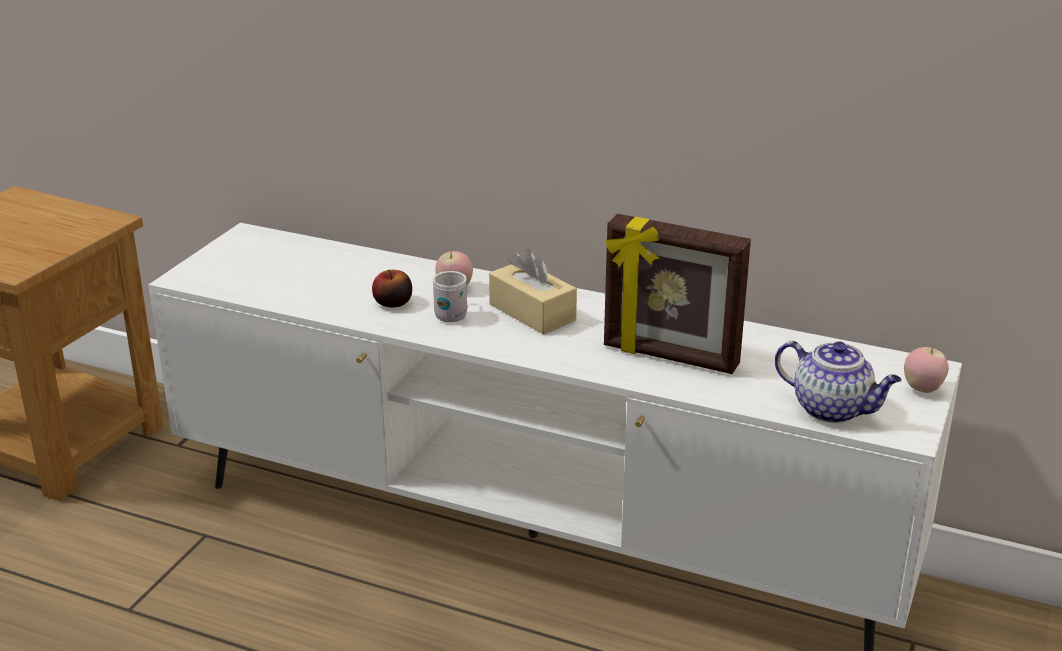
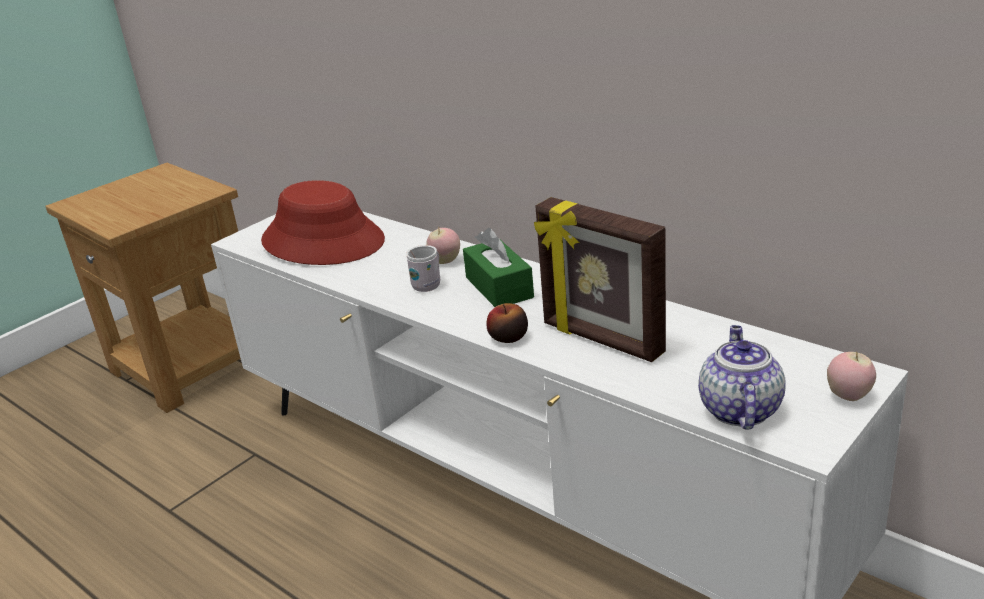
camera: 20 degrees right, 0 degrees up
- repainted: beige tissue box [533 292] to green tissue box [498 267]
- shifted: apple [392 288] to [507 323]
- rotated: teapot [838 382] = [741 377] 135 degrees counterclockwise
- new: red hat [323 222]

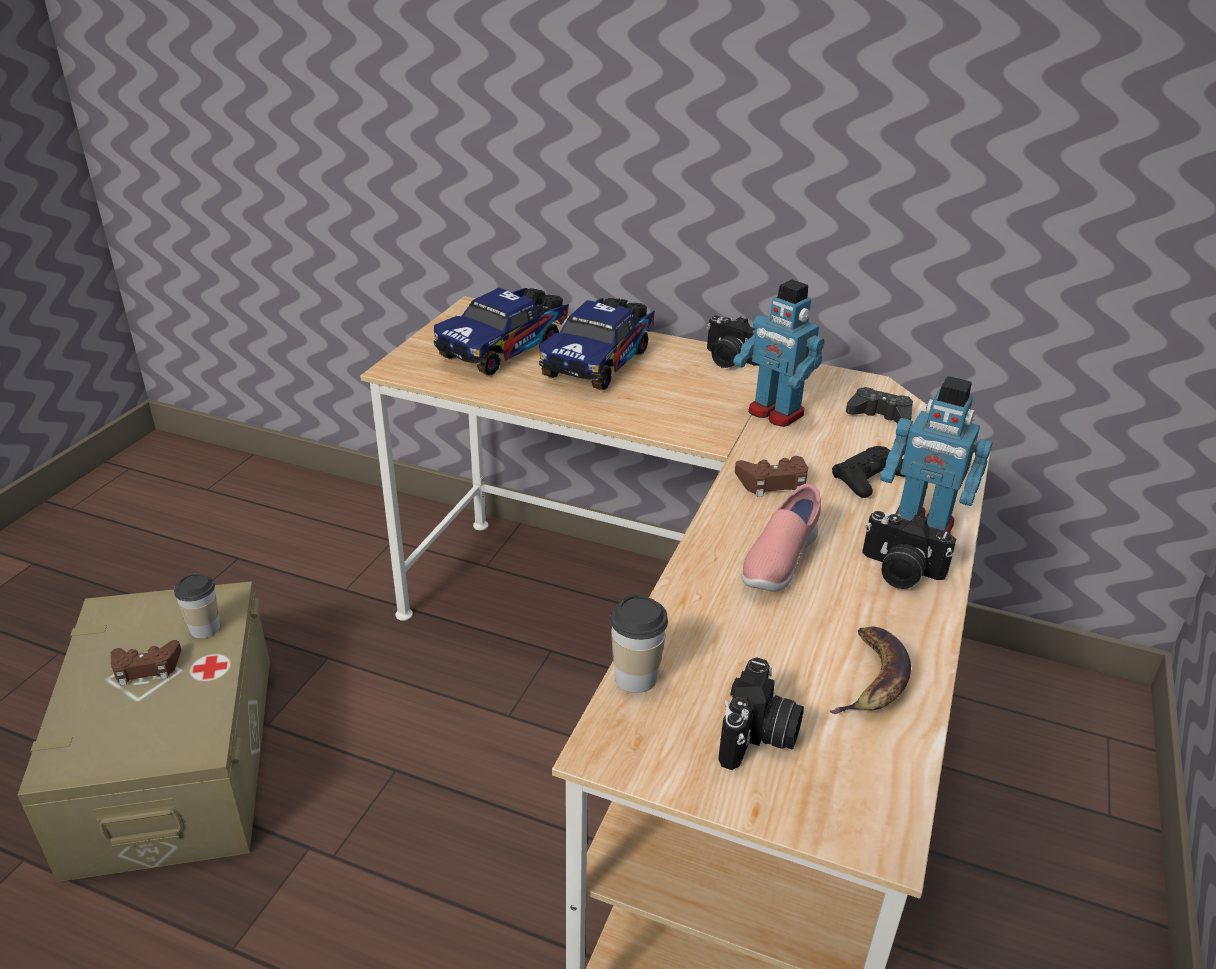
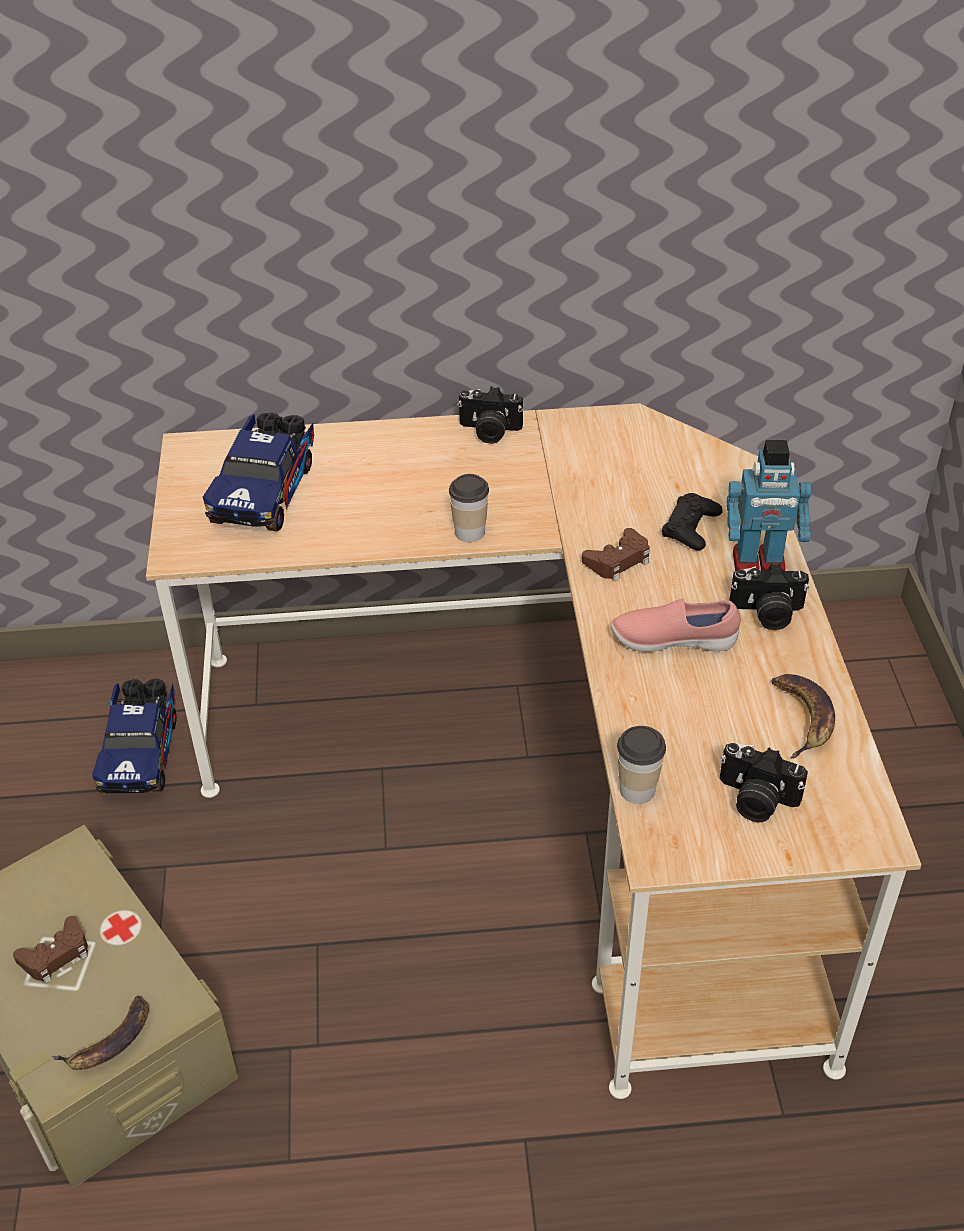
camera: 25 degrees left, 10 degrees up
- gone: toy robot [779 353]
- shifted: toy truck [597 344] to [134 735]
- gone: black game controller [879 405]
- rotated: pink shoe [781 538] = [676 625] 90 degrees clockwise
- shifted: cup [197 606] to [469 508]
- rotated: photo camera [761 713] = [763 782] 120 degrees clockwise
- new: banana [100 1033]

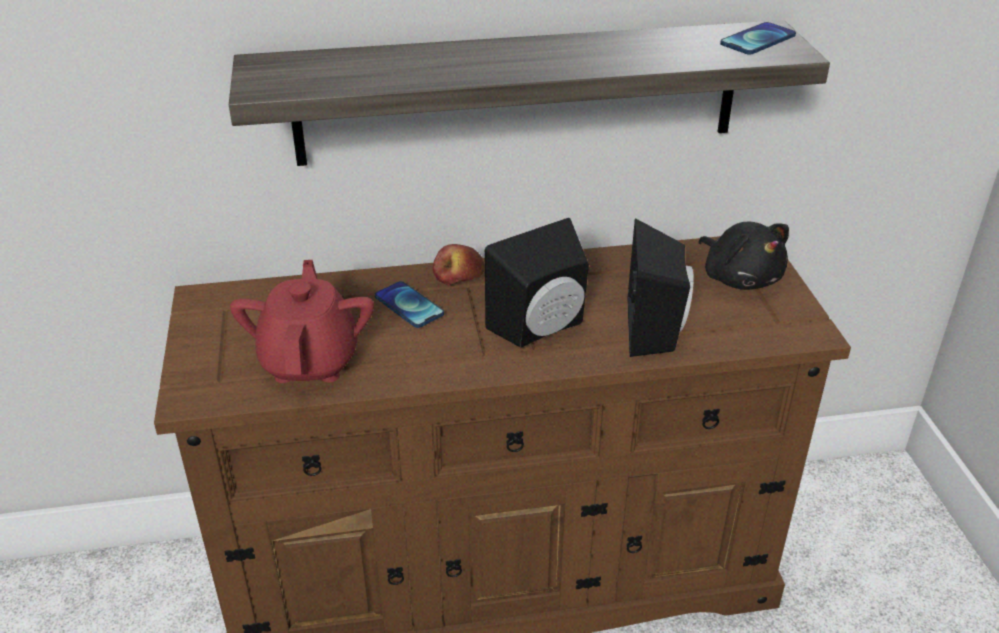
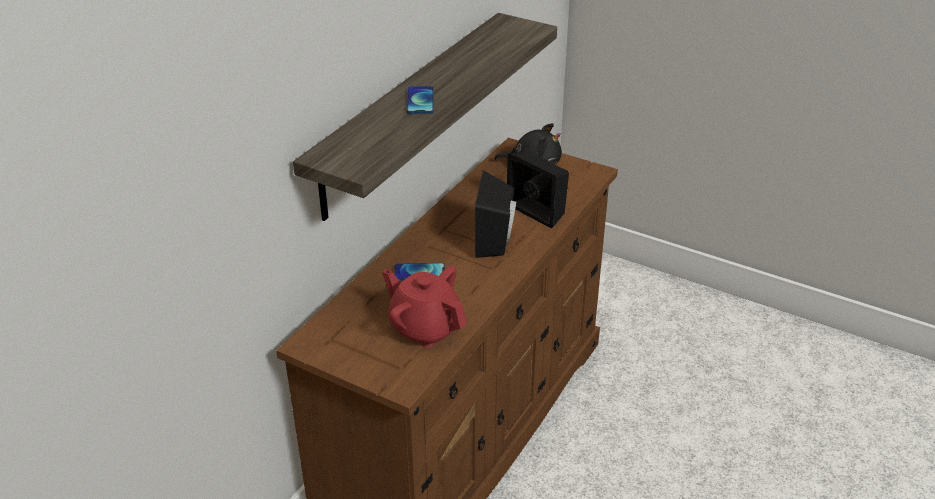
camera: 50 degrees left, 0 degrees up
- shifted: phone [758 38] to [420 100]
- gone: apple [458 264]

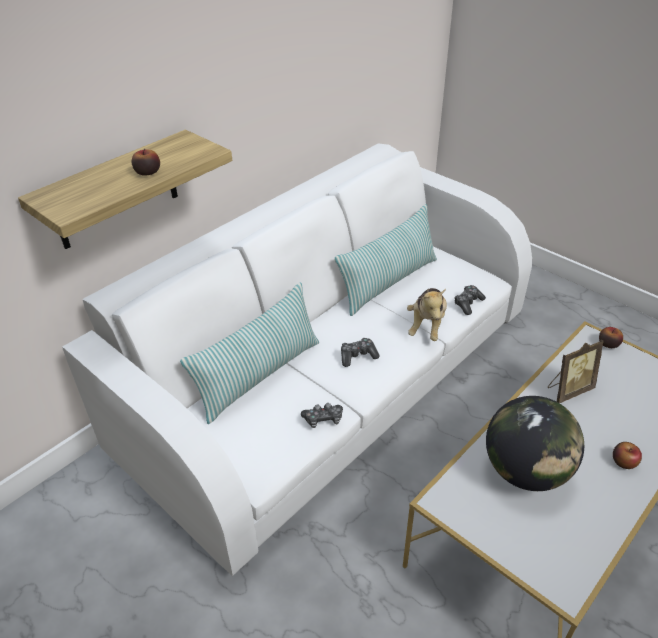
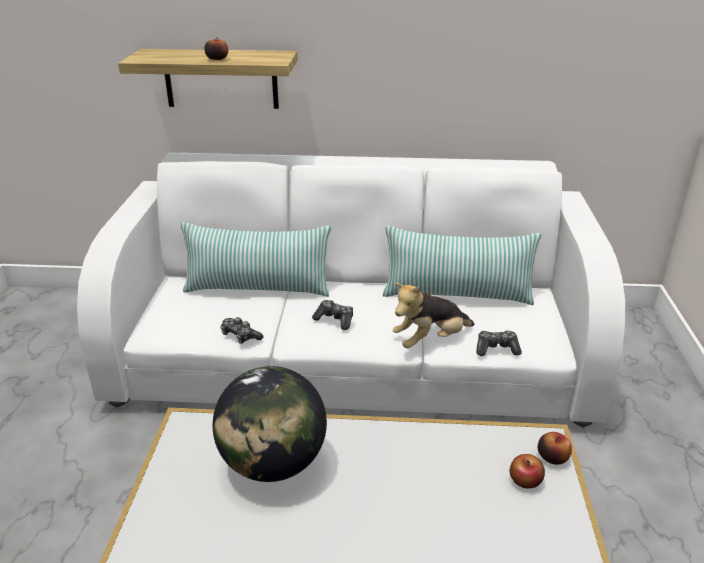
camera: 50 degrees right, 10 degrees down
- gone: picture frame [575 371]
- shifted: apple [627 455] to [527 471]

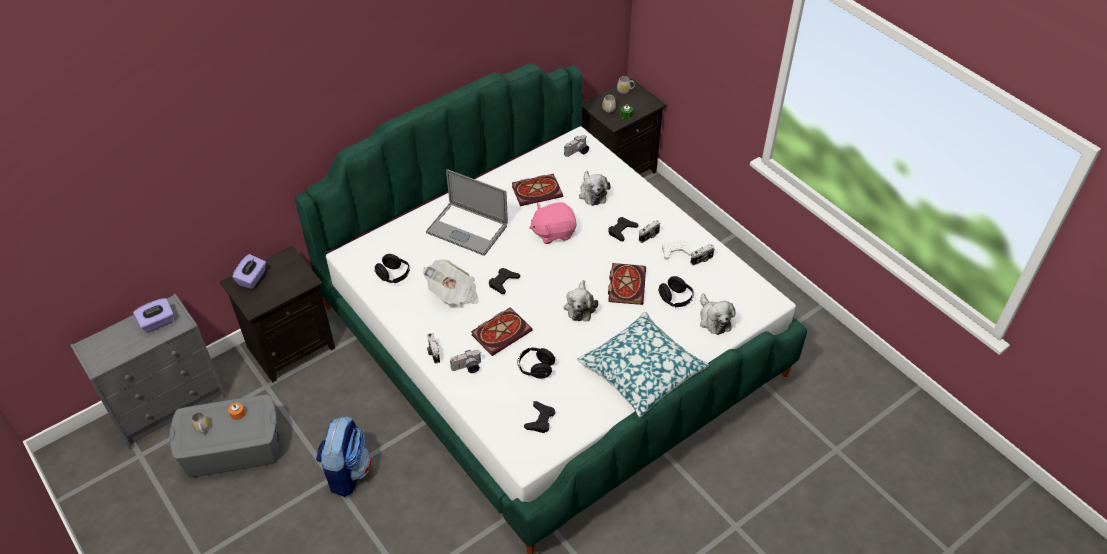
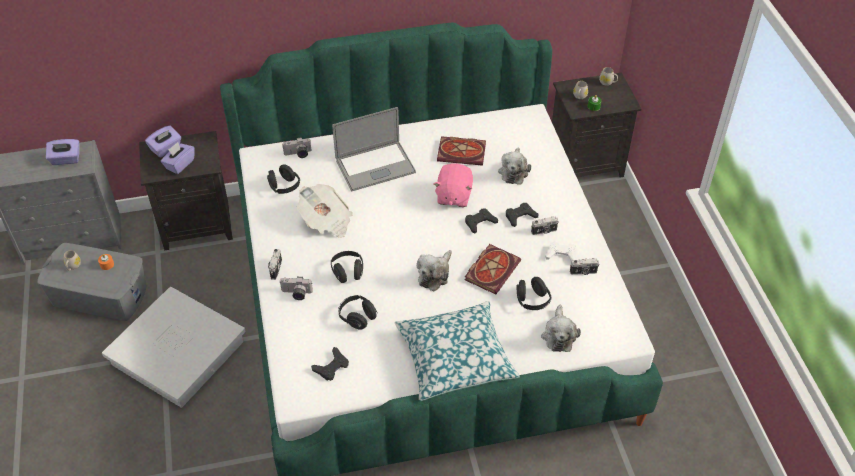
camera: 25 degrees right, 0 degrees up
- shifted: photo camera [576 146] to [296 147]
- rotated: laptop [467 212] = [374 149] 75 degrees counterclockwise
- rotated: pink plush toy [552 223] = [453 185] 90 degrees counterclockwise
- shifted: black game controller [504 281] to [481 220]
- swapped: book [502 331] to black headphones [347 267]
- swapped: backpack [343 456] to white storage box [174 347]
- new: purple tissue box [178 158]

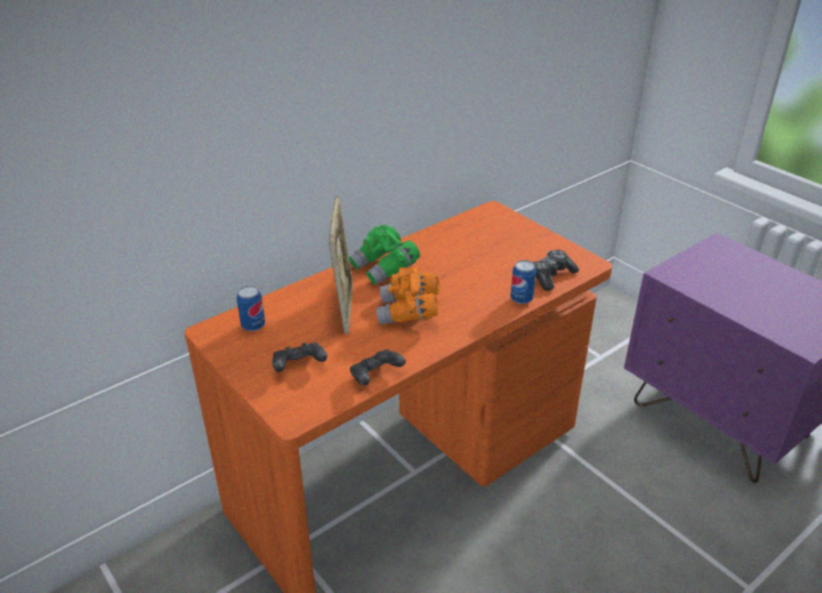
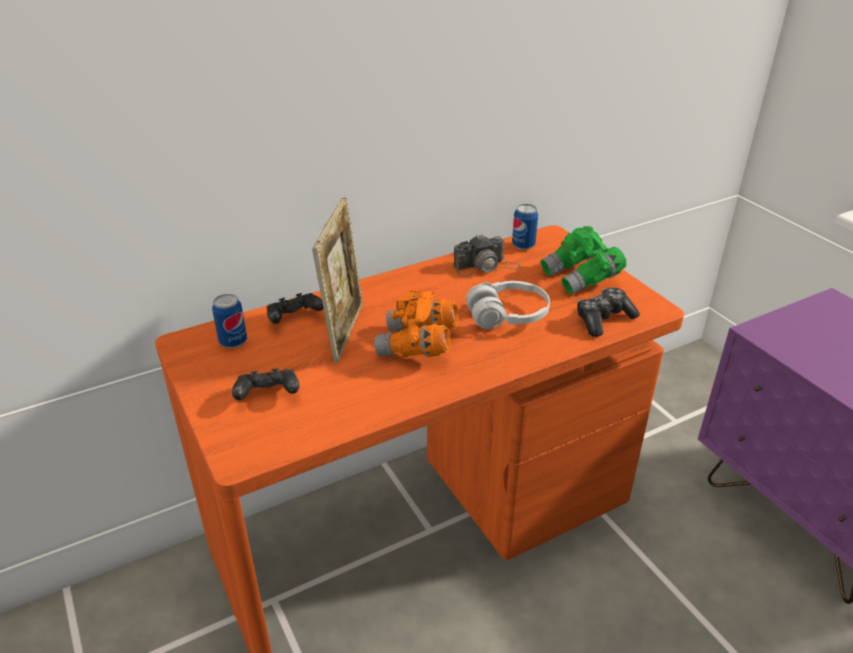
camera: 10 degrees right, 0 degrees up
- shifted: green binoculars [384 255] to [583 260]
- shifted: can [523 282] to [525 227]
- shifted: black game controller [378 367] to [295 308]
- new: photo camera [487 255]
- new: white headphones [508 305]

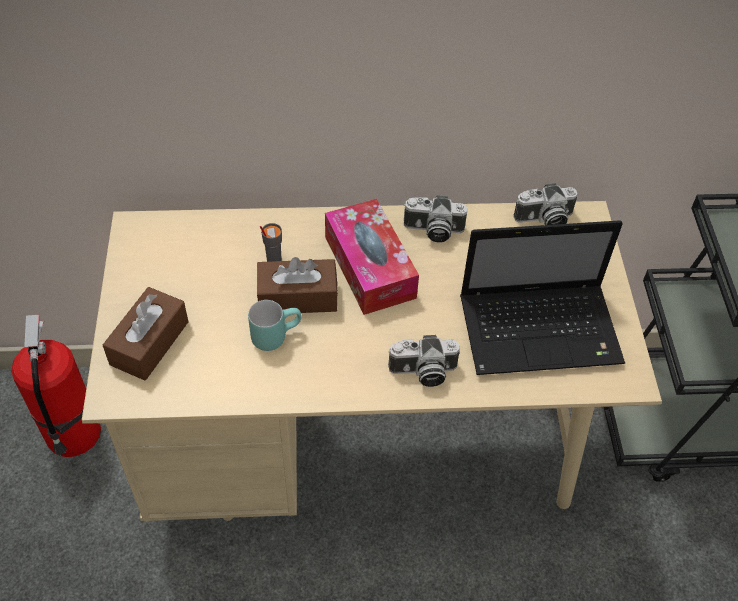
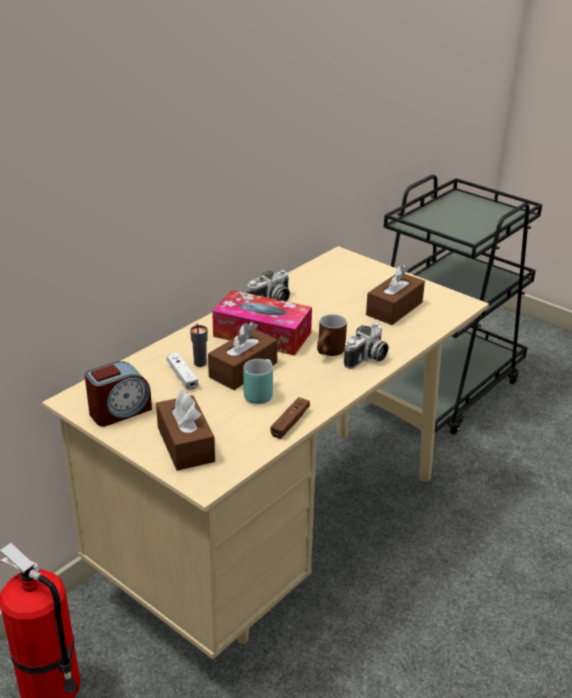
camera: 45 degrees left, 20 degrees down
- gone: photo camera [546 204]
- swapped: laptop [542 297] to brown tissue box [395 294]
- new: brown mug [332 335]
- new: white game controller [182 371]
- new: alarm clock [118 394]
- new: brown game controller [290 418]

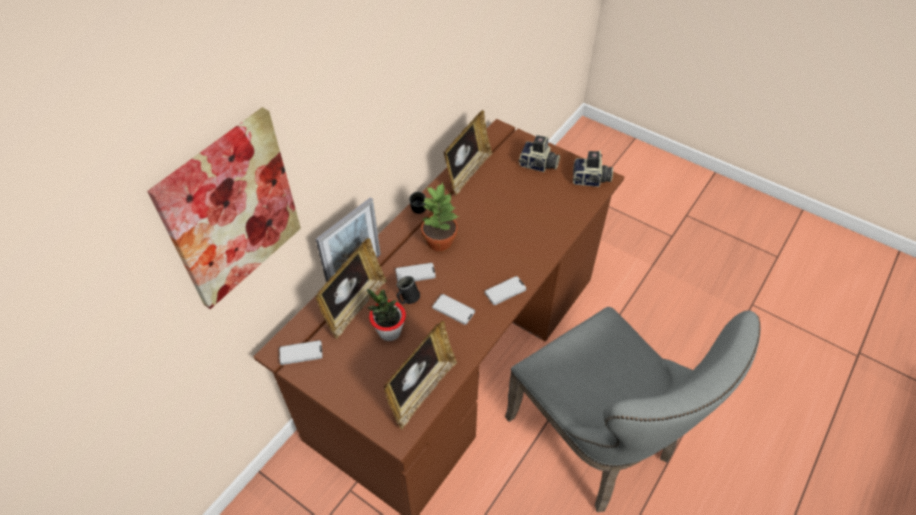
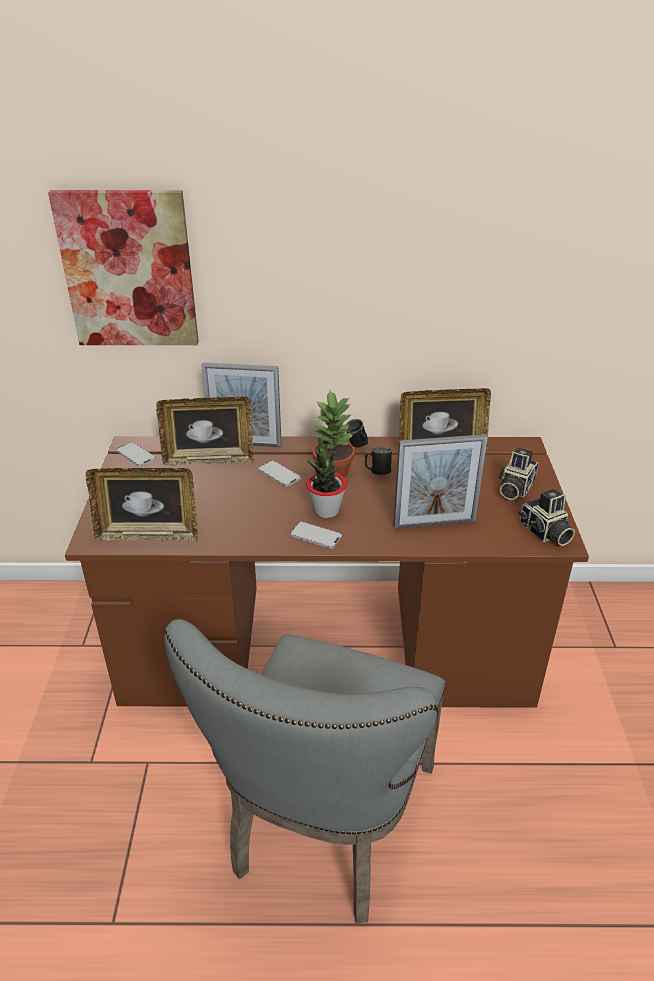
camera: 55 degrees right, 15 degrees down
- rotated: photo camera [539 153] = [518 473] 45 degrees clockwise
- shifted: black mug [408 290] to [378 461]
- shifted: potted plant [386 314] to [326 477]
- gone: phone [453 309]
- new: picture frame [440 481]

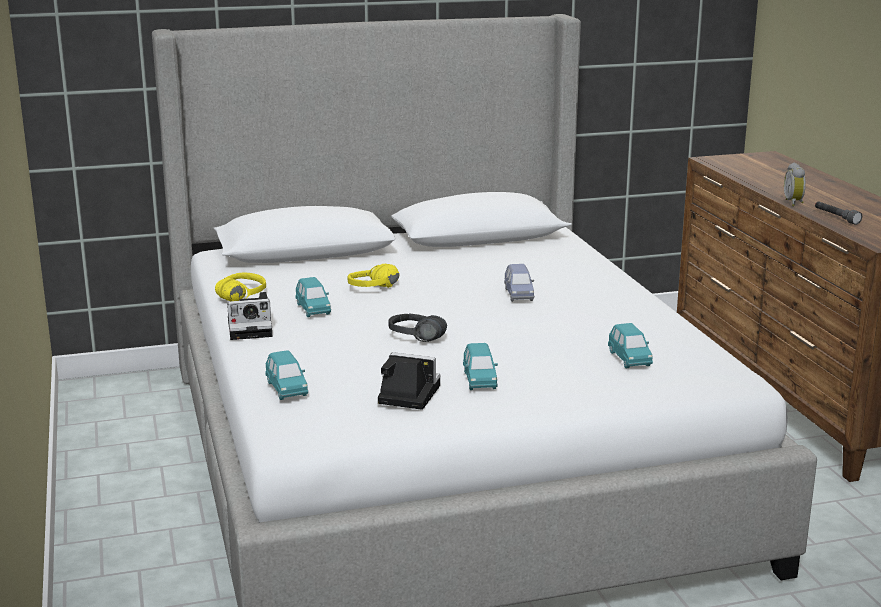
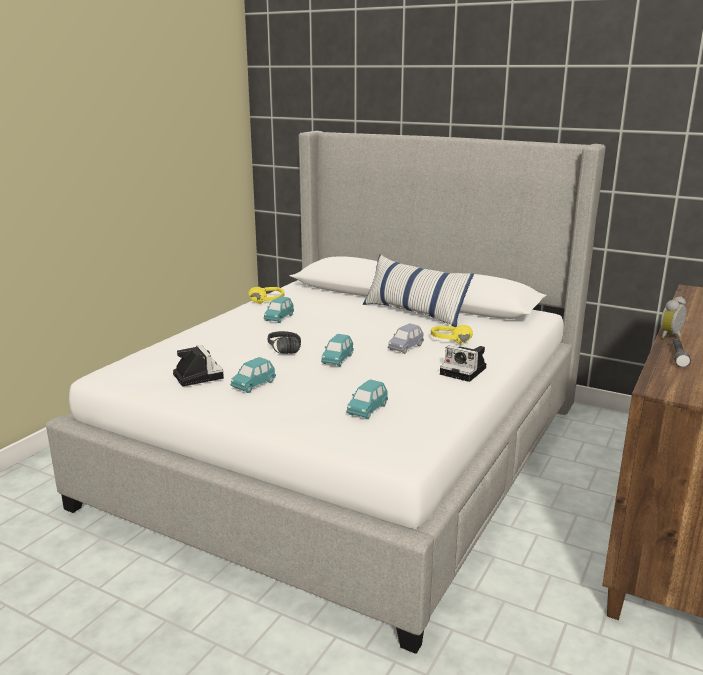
camera: 45 degrees right, 0 degrees up
- shifted: yellow headphones [373 276] to [452 334]
- shifted: photo camera [249 316] to [463 364]
- shifted: turquoise toy car [286 375] to [337 350]
- new: pillow [418 290]

